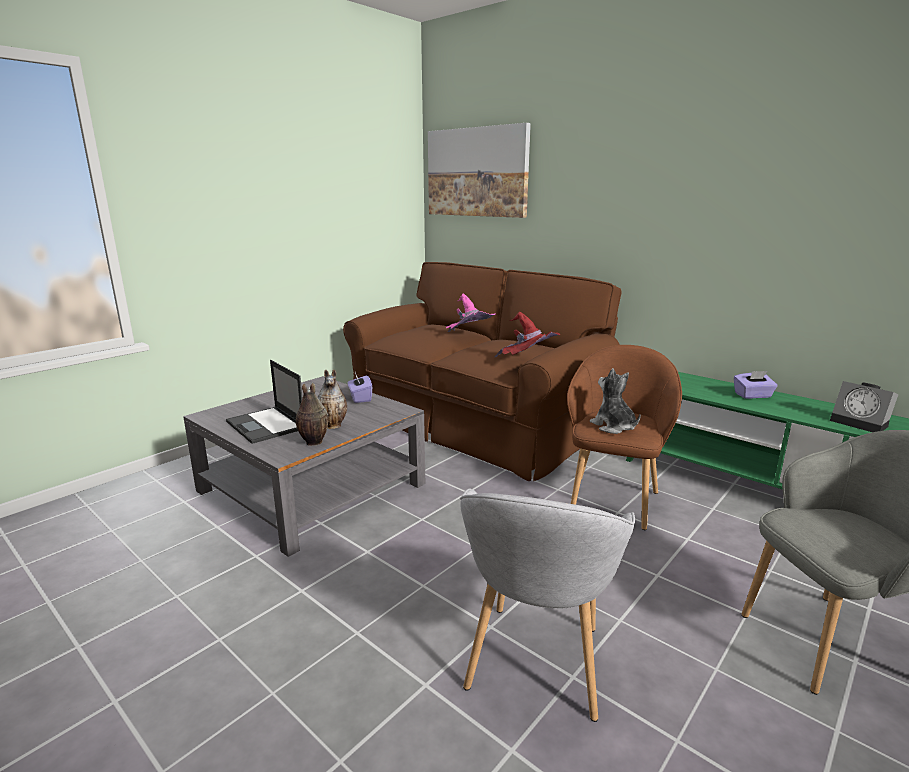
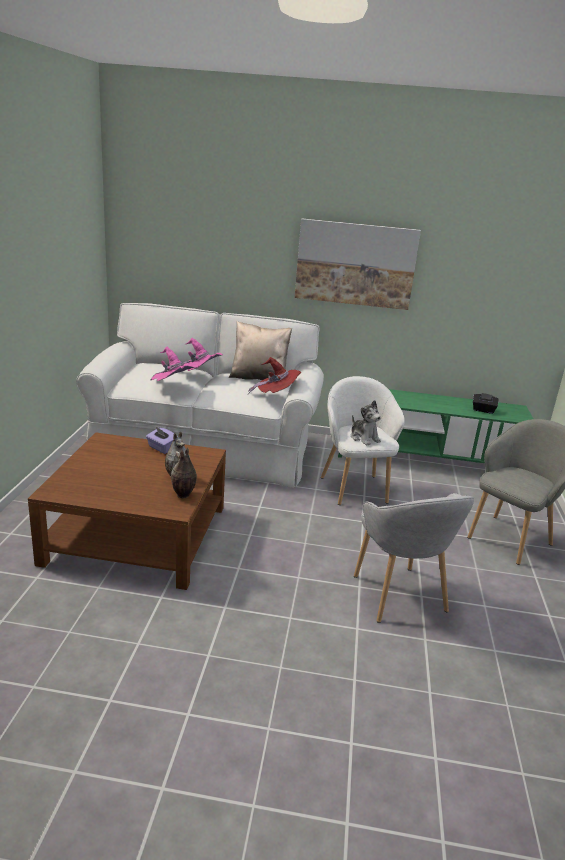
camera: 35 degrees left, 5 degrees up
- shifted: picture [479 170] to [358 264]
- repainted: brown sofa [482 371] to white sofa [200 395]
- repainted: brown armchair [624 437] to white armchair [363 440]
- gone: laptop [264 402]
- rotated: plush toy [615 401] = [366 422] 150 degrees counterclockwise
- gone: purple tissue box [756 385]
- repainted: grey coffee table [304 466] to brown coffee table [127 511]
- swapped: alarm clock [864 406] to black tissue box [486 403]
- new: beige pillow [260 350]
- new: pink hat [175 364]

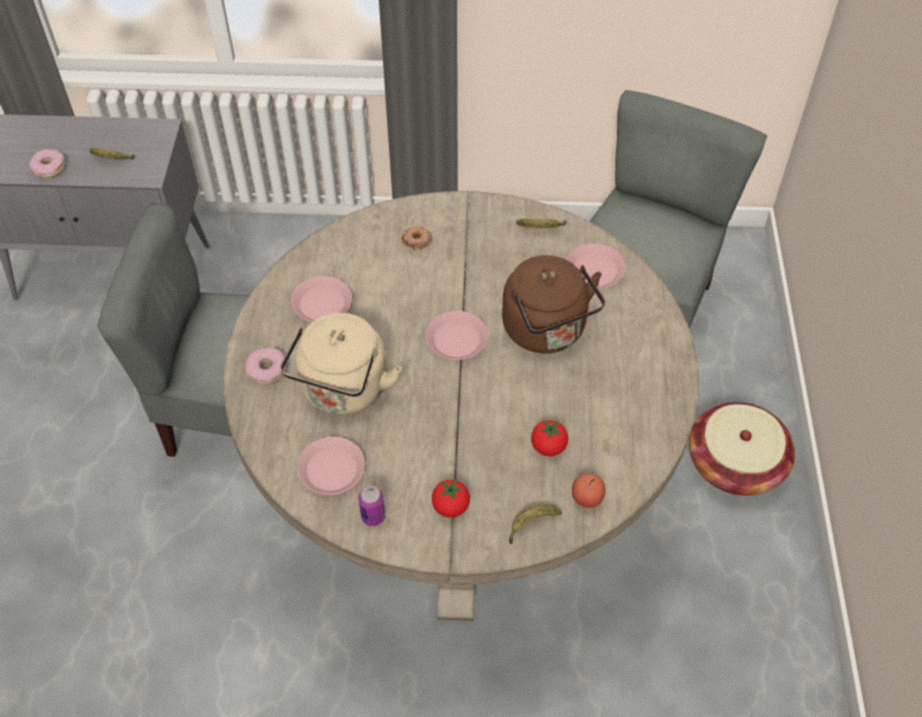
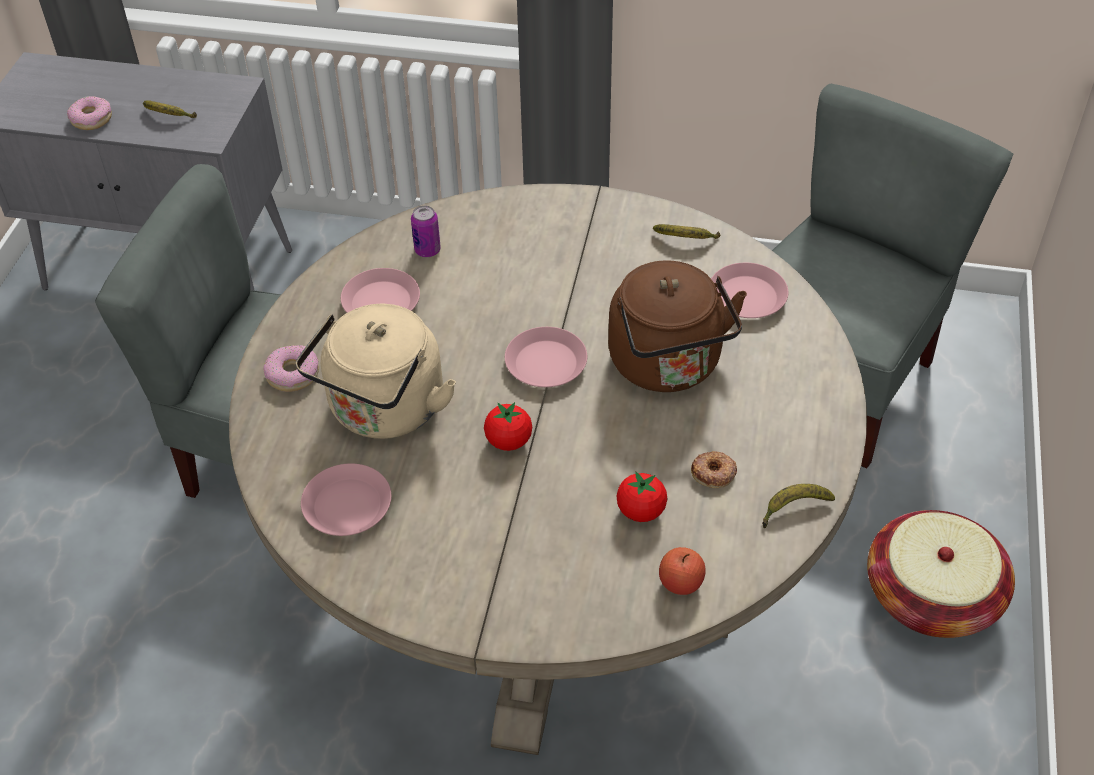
camera: 10 degrees right, 5 degrees down
- shifted: donut [417 238] to [714 469]
- shifted: tomato [451 499] to [508 426]
- shifted: can [372 505] to [426 231]
- shifted: banana [535 524] to [798 506]

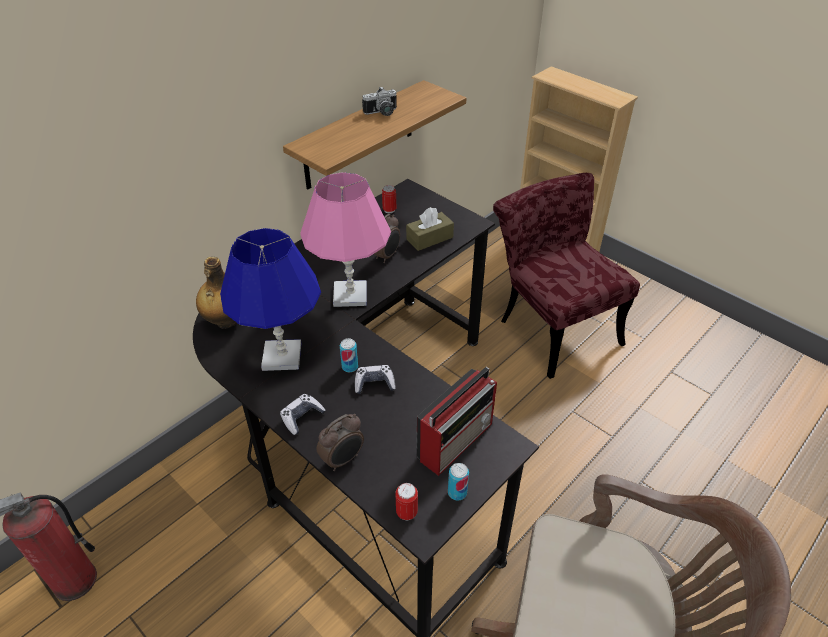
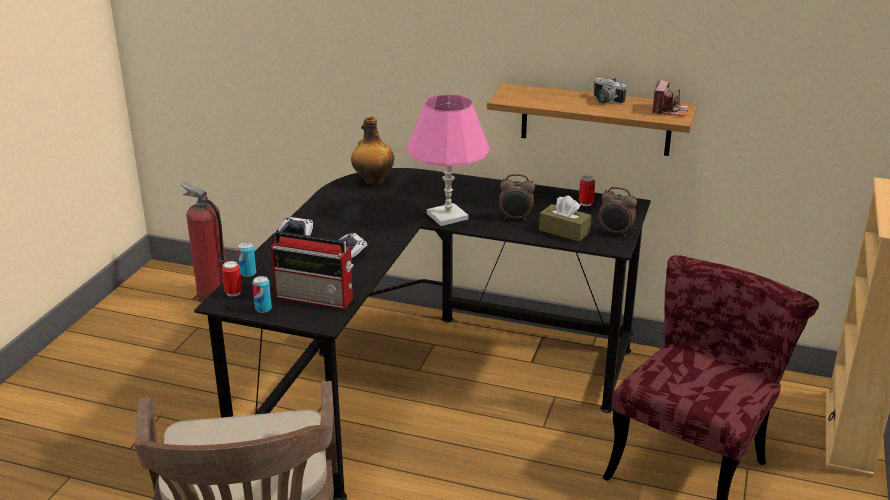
camera: 65 degrees right, 15 degrees down
- gone: blue table lamp [270 299]
- shifted: can [349 355] to [247 259]
- shifted: alarm clock [340 442] to [617 212]
- new: photo camera [670 98]

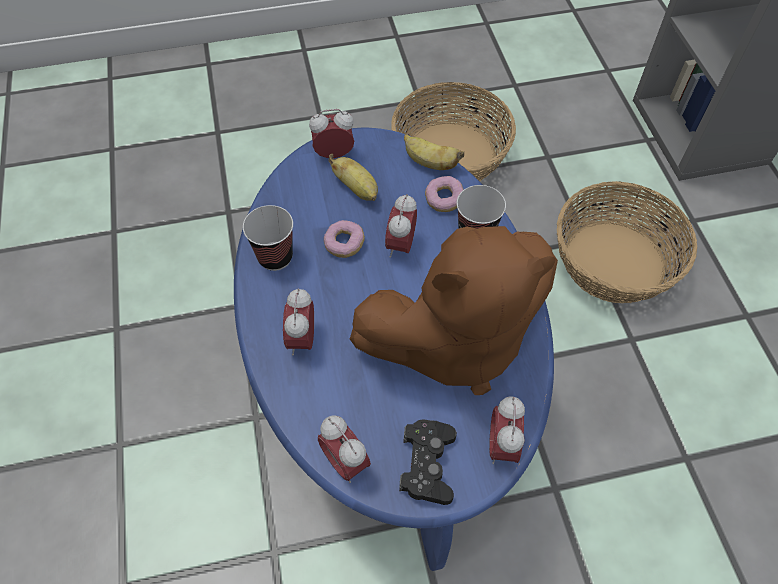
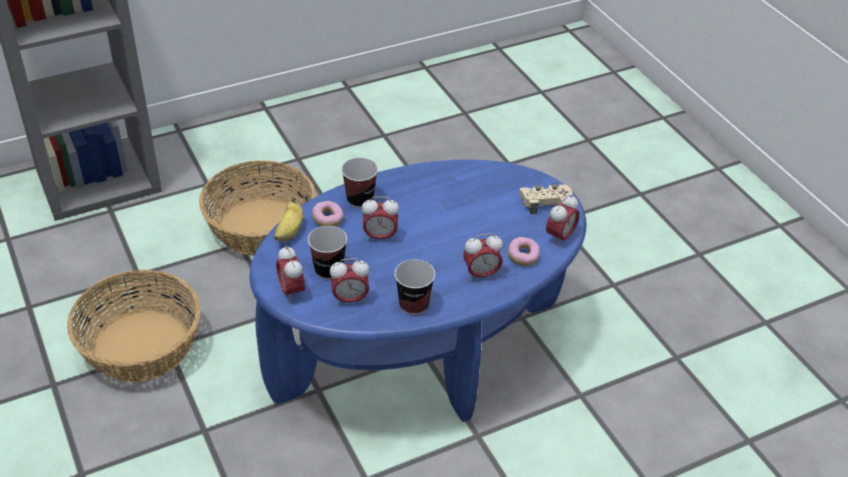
camera: 105 degrees left, 15 degrees down
- swapped: banana [353 177] to cup [327 253]
- shifted: donut [344 239] to [524 251]
- gone: brown plush toy [454 310]
- shifted: alarm clock [507 430] to [349 281]
- repainted: black game controller [428 462] to beige game controller [545 198]

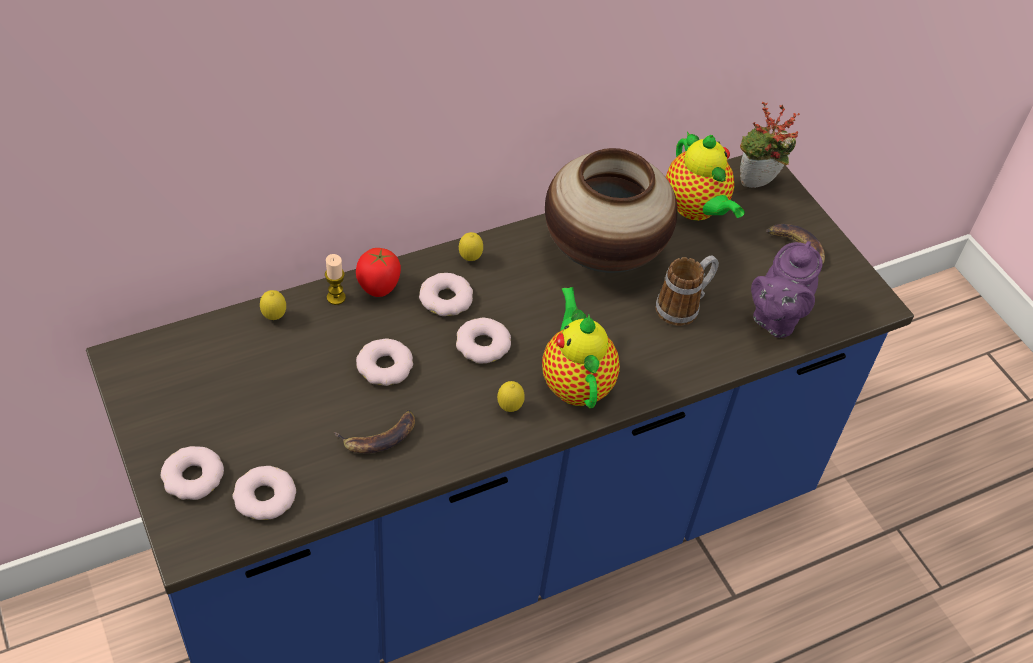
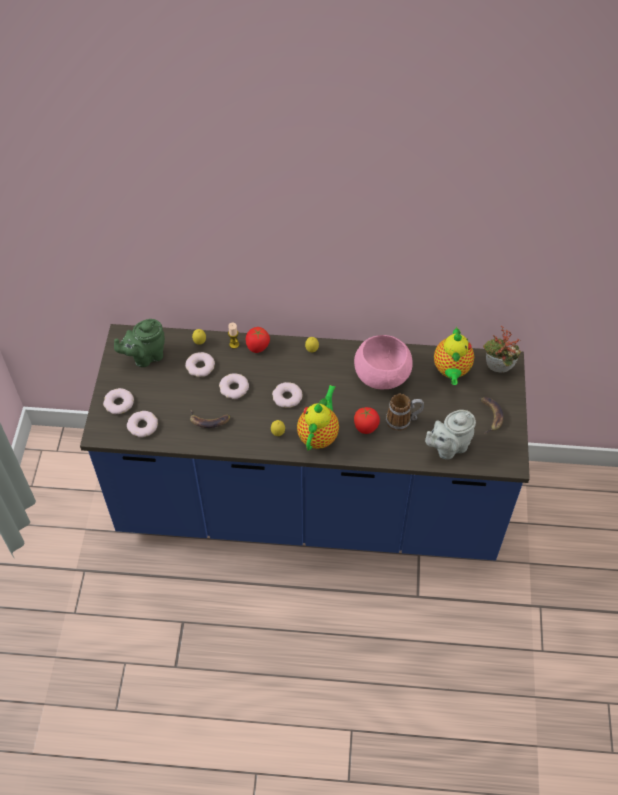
camera: 35 degrees right, 5 degrees up
- swapped: vase [611 210] to pink bowl [383 362]
- repainted: purple teapot [786 289] to grey teapot [450 434]
- shifted: donut [446 294] to [200 364]
- new: green teapot [139 343]
- new: tomato [367 420]

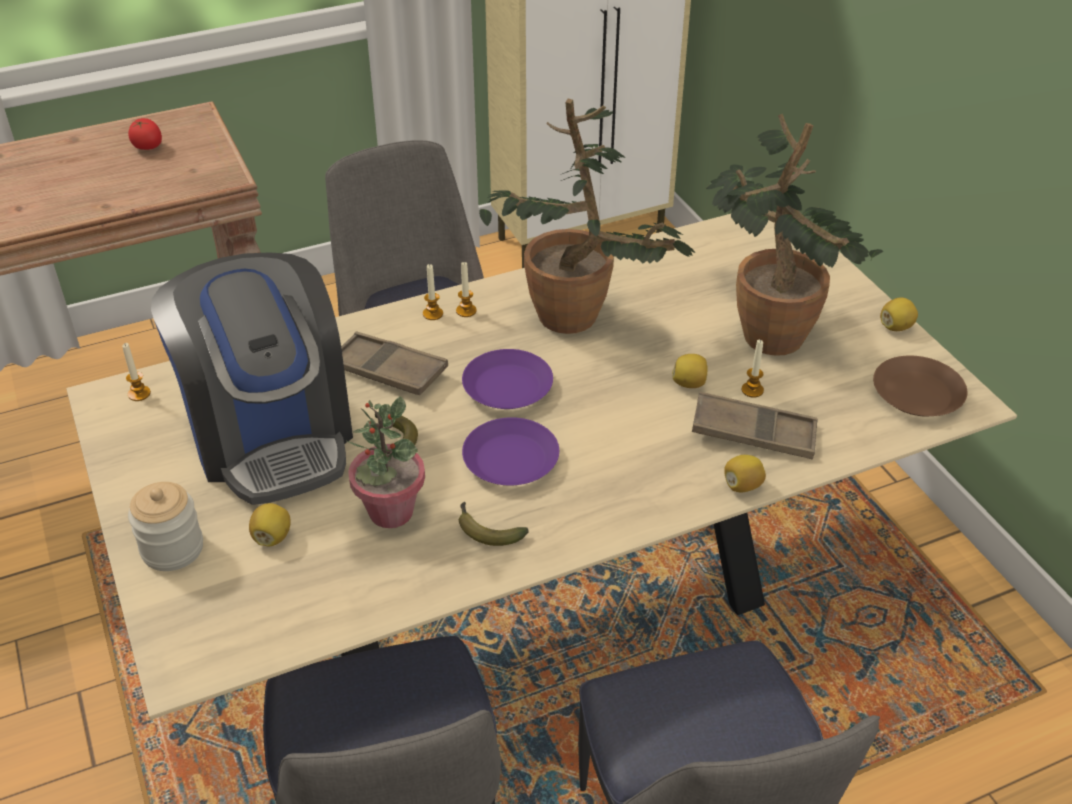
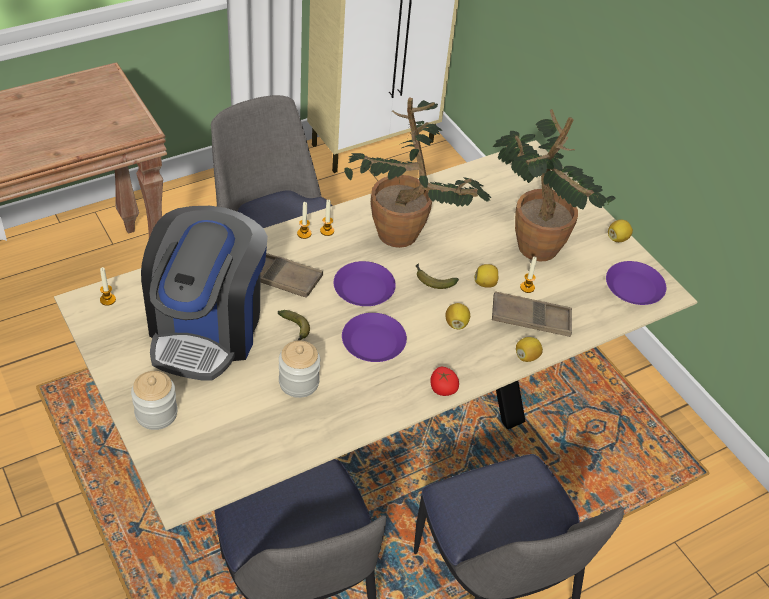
camera: 10 degrees left, 5 degrees up
- shifted: tomato [145 134] to [444 381]
- rotated: coffee machine [252 378] = [204 293] 45 degrees clockwise
- repainted: brown plate [920 386] to purple plate [636 283]
- swapped: potted plant [386 462] to jar [299 369]
- shifted: banana [494 524] to [437 276]
- shifted: lemon [270 524] to [457 316]

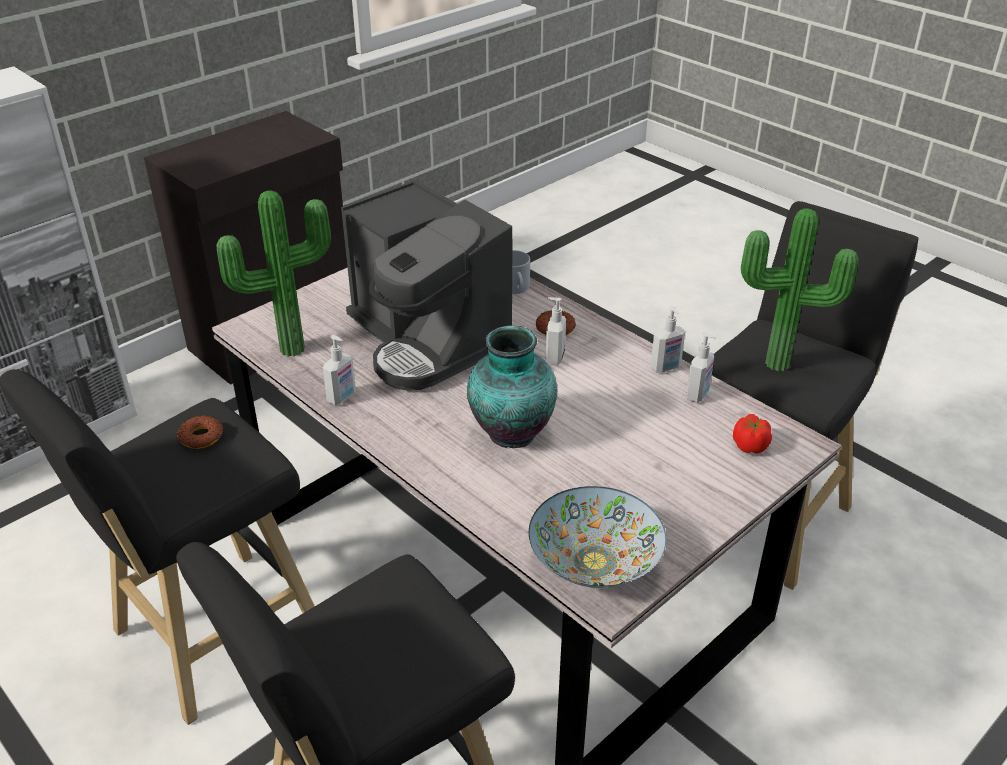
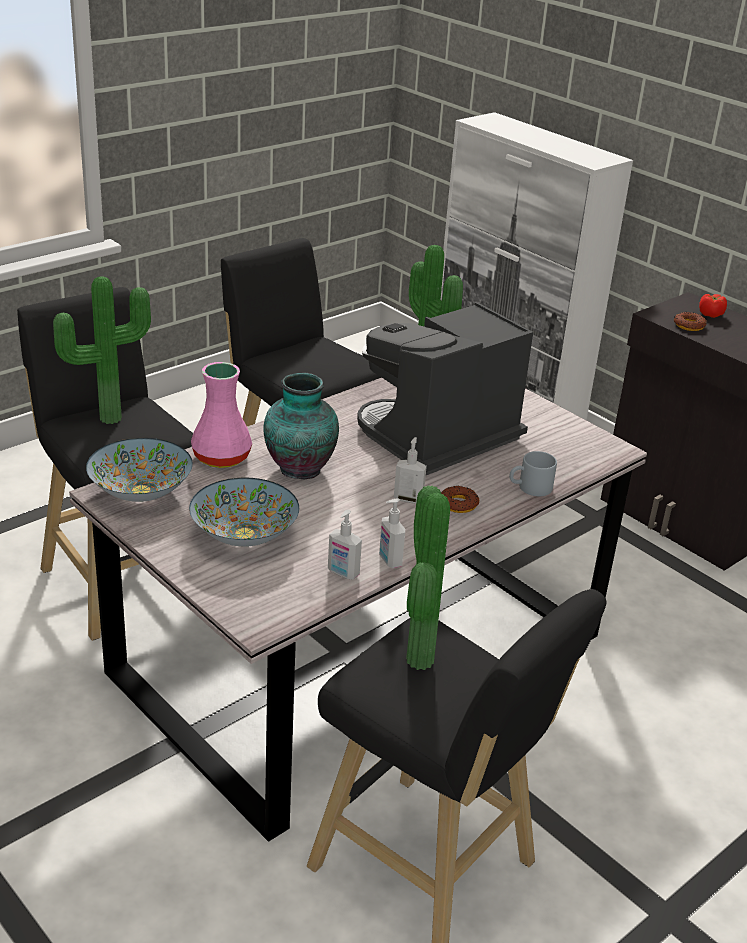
camera: 90 degrees right, 5 degrees down
- gone: soap dispenser [339 370]
- shifted: tomato [752 434] to [713 306]
- shifted: donut [200 432] to [690 321]
- new: potted plant [102 350]
- new: pink vase [221 415]
- new: bowl [244 512]

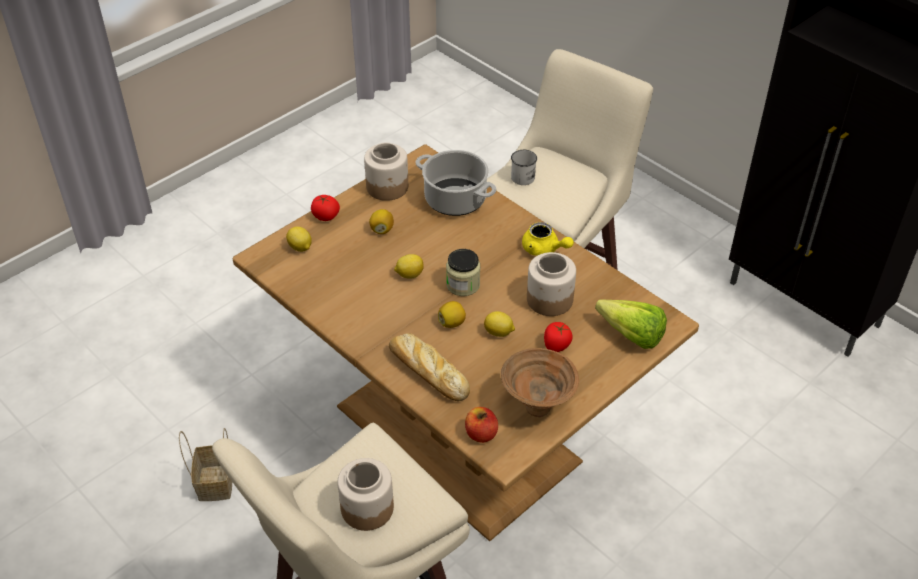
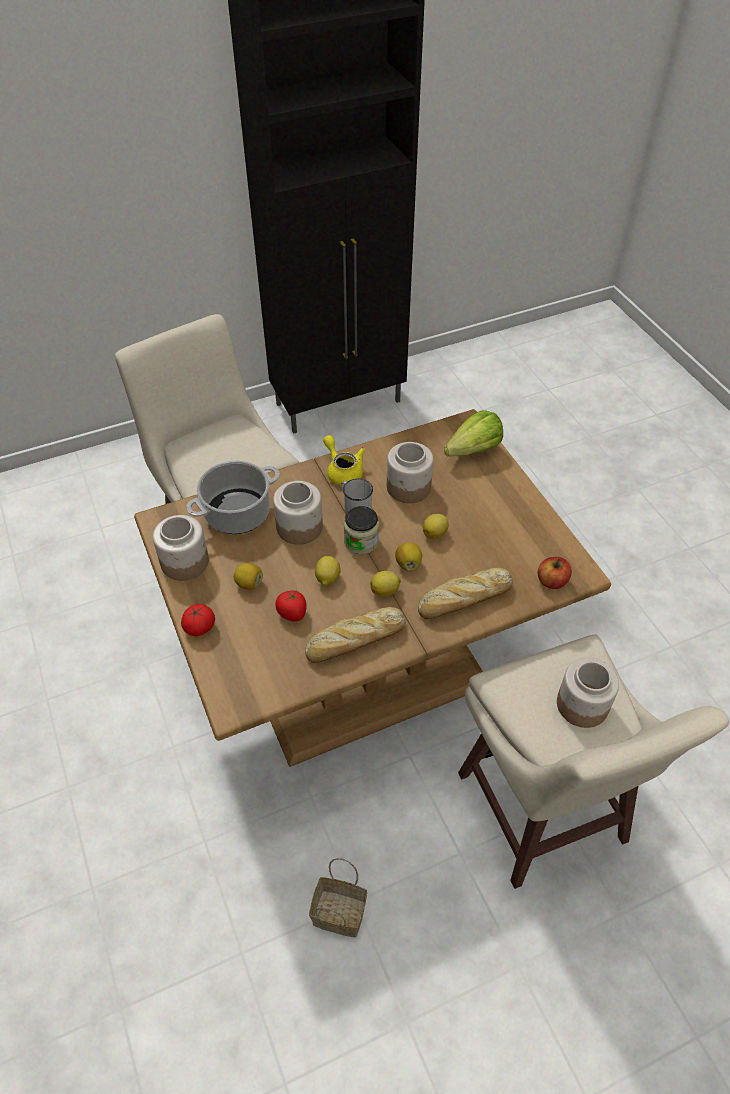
camera: 70 degrees left, 5 degrees up
- shifted: white mug [524 167] to [357 496]
- rotated: yellow teapot [548 239] = [344 460] 90 degrees counterclockwise
- shifted: lemon [299 239] to [385 584]
- shifted: tomato [558 337] to [291 606]
- gone: brown bowl [540 382]
- new: jar [298 513]
- new: bread [355 635]

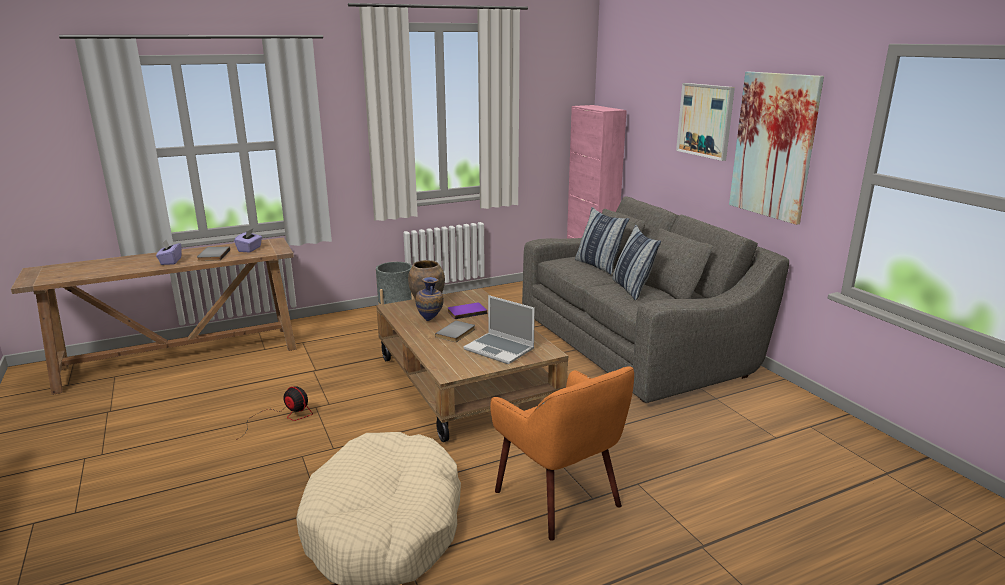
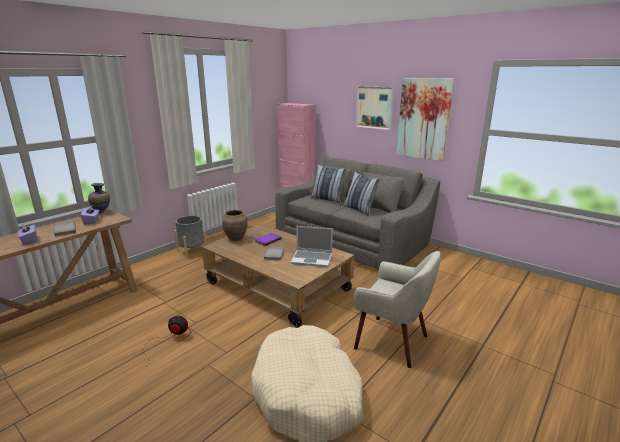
camera: 25 degrees left, 0 degrees up
- shifted: vase [429 299] to [99 198]
- repainted: orange armchair [562 453] to beige armchair [397 309]

